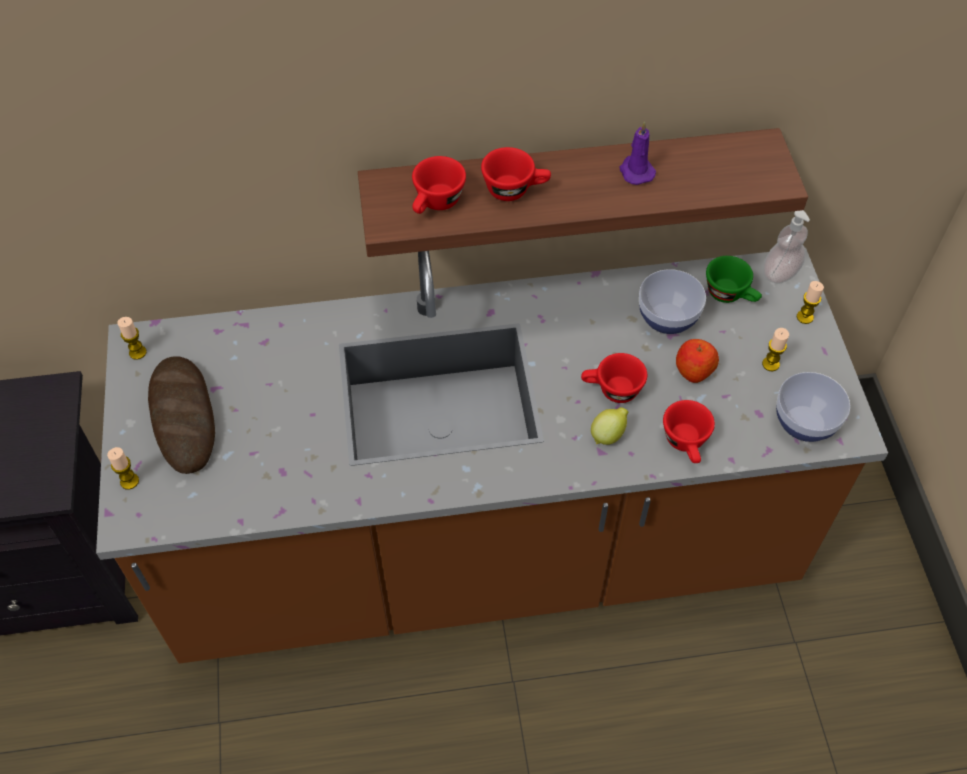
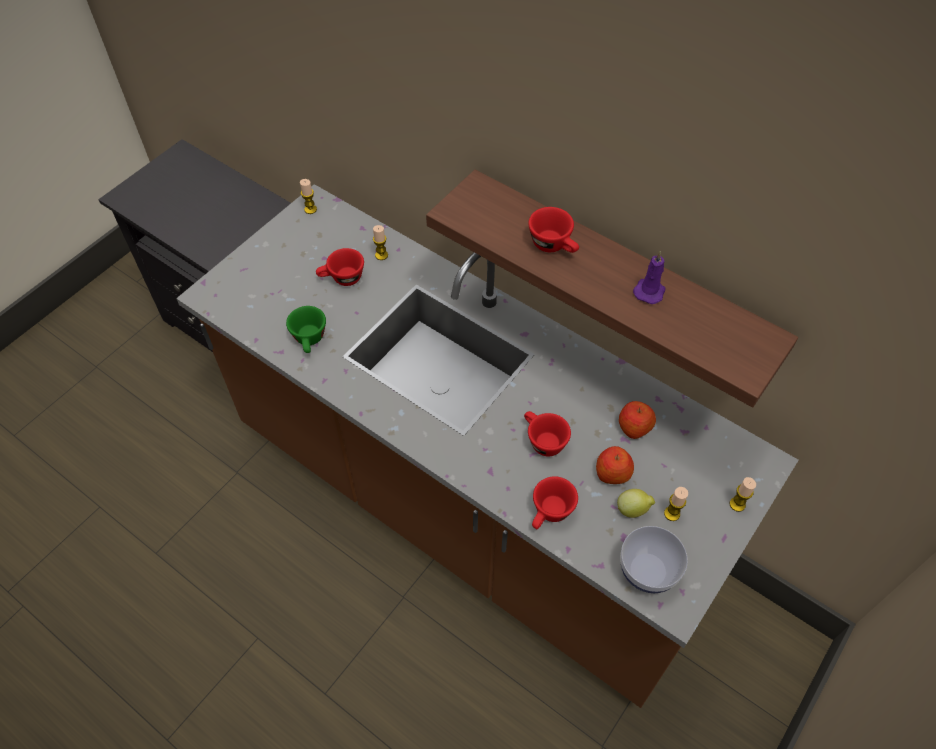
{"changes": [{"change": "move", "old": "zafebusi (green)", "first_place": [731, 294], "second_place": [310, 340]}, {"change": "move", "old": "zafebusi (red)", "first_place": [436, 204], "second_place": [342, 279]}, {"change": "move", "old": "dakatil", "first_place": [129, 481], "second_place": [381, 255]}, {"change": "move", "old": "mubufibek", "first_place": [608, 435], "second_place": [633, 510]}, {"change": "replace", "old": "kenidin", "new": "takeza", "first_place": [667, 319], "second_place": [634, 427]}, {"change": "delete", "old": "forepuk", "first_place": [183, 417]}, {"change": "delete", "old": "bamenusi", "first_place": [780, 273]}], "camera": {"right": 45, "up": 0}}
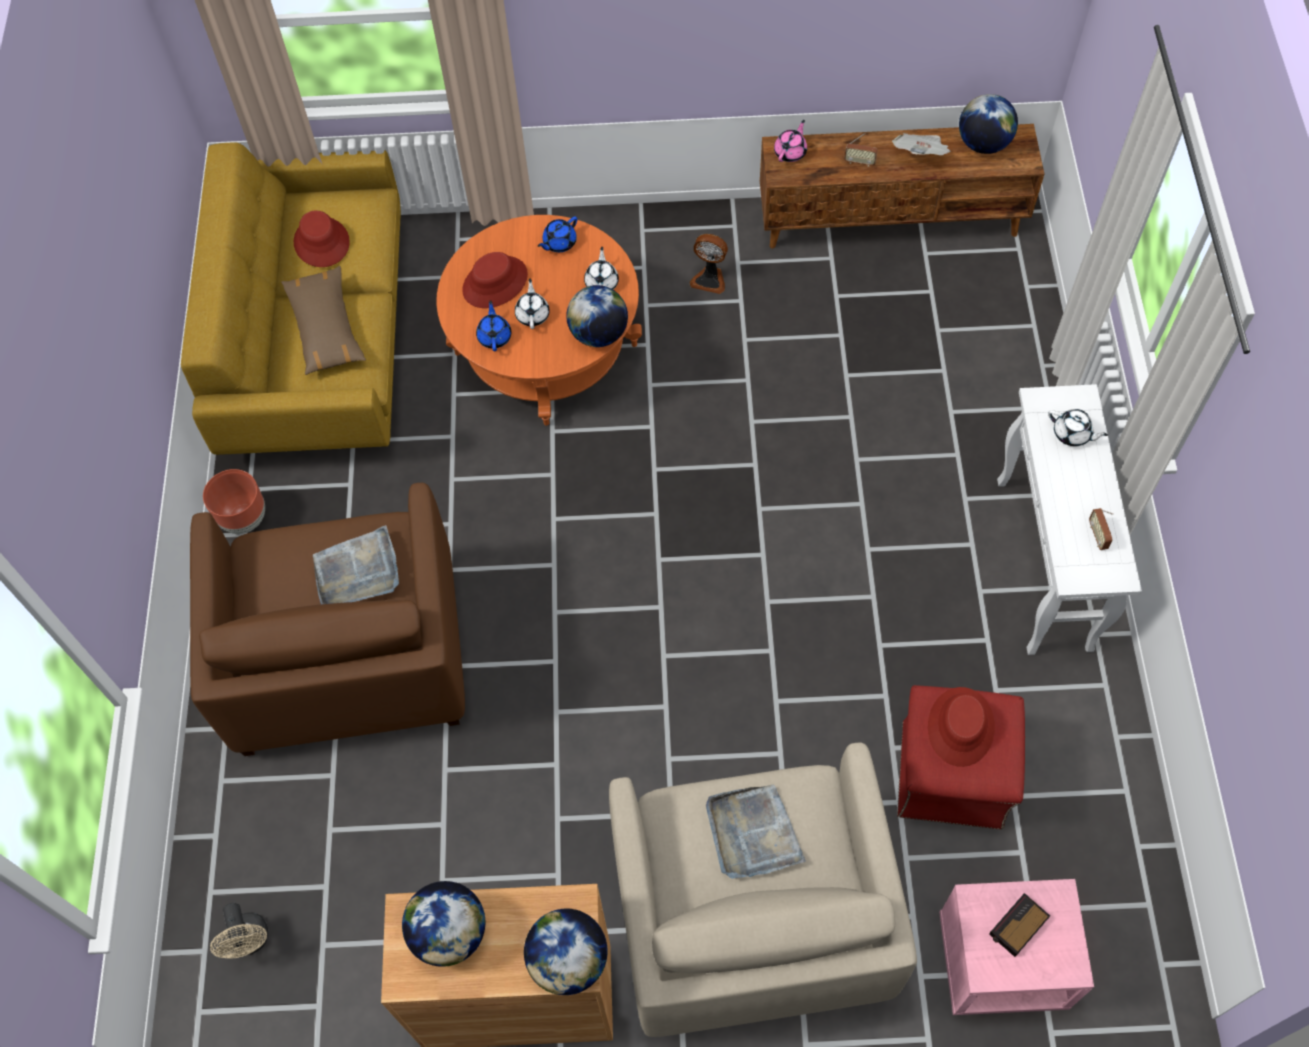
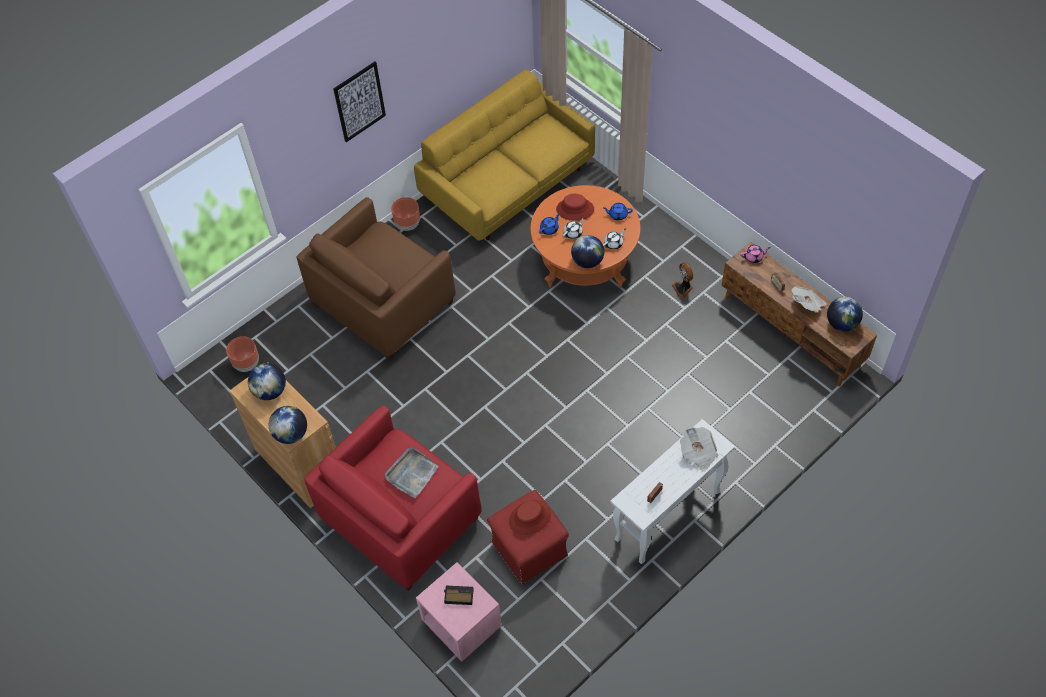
{"changes": [{"change": "replace", "old": "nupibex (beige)", "new": "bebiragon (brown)", "first_place": [250, 941], "second_place": [247, 364]}, {"change": "recolor", "old": "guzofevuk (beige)", "new": "guzofevuk (red)", "first_place": [750, 915], "second_place": [401, 518]}, {"change": "insert", "new": "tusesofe", "second_place": [359, 102]}, {"change": "replace", "old": "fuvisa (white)", "new": "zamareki", "first_place": [1072, 434], "second_place": [698, 454]}, {"change": "delete", "old": "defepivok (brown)", "first_place": [326, 328]}, {"change": "delete", "old": "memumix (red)", "first_place": [321, 242]}, {"change": "delete", "old": "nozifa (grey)", "first_place": [357, 571]}], "camera": {"right": 50, "up": -5}}
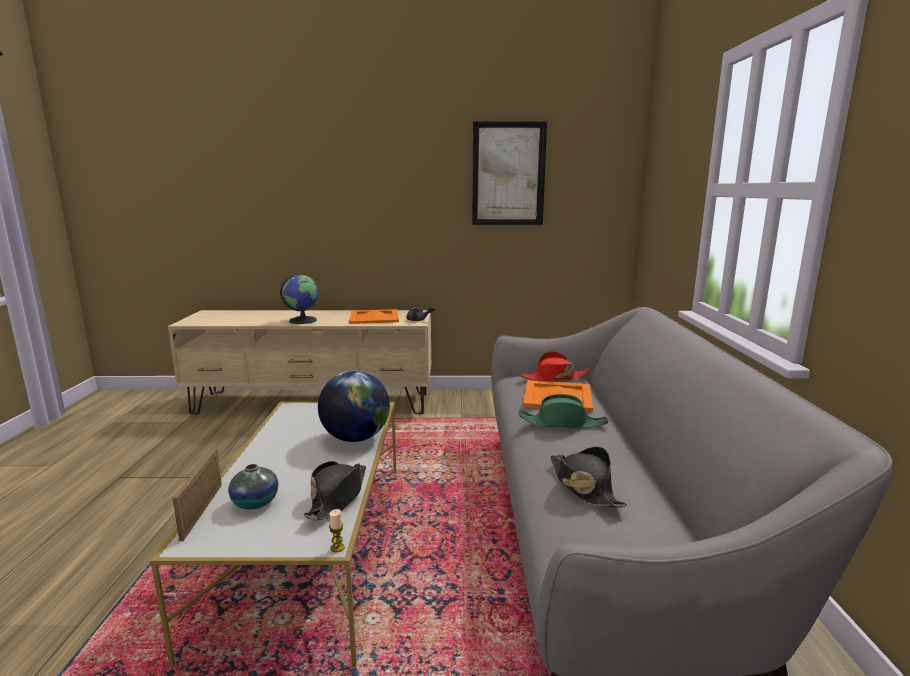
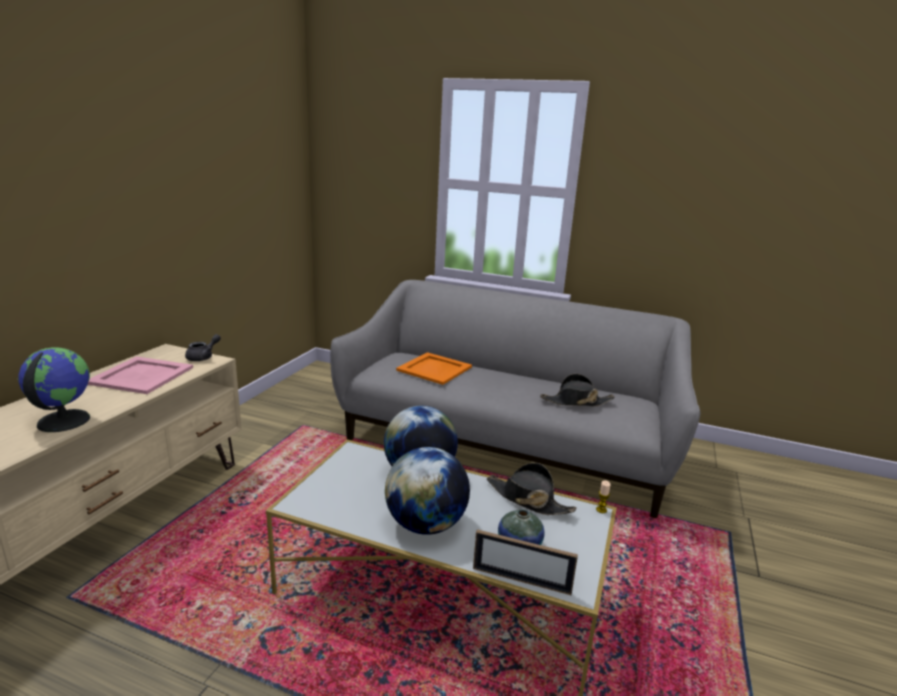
{"changes": [{"change": "recolor", "old": "nozifa (orange)", "new": "nozifa (pink)", "first_place": [374, 317], "second_place": [142, 375]}, {"change": "insert", "new": "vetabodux", "second_place": [425, 525]}, {"change": "delete", "old": "tusesofe", "first_place": [508, 174]}, {"change": "delete", "old": "memumix (green)", "first_place": [562, 423]}, {"change": "delete", "old": "memumix (red)", "first_place": [554, 378]}], "camera": {"right": -70, "up": 5}}
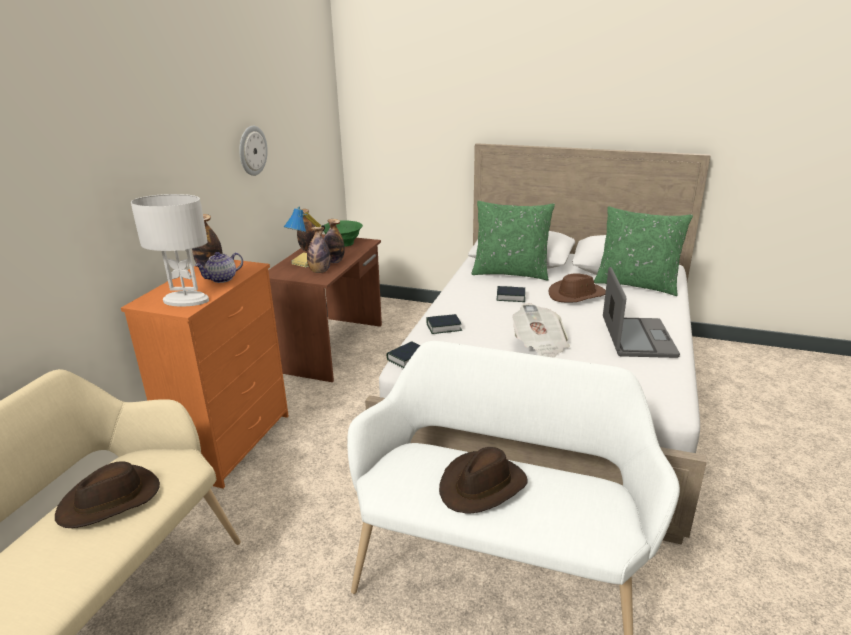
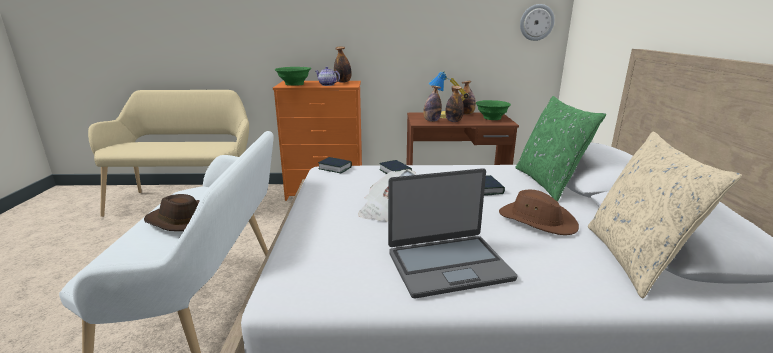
{"changes": [{"change": "replace", "old": "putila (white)", "new": "kenidin (green)", "first_place": [186, 300], "second_place": [294, 85]}, {"change": "move", "old": "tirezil", "first_place": [252, 150], "second_place": [536, 22]}, {"change": "recolor", "old": "defepivok (green)", "new": "defepivok (beige)", "first_place": [636, 284], "second_place": [634, 259]}, {"change": "delete", "old": "memumix (brown)", "first_place": [110, 500]}], "camera": {"right": 70, "up": -5}}
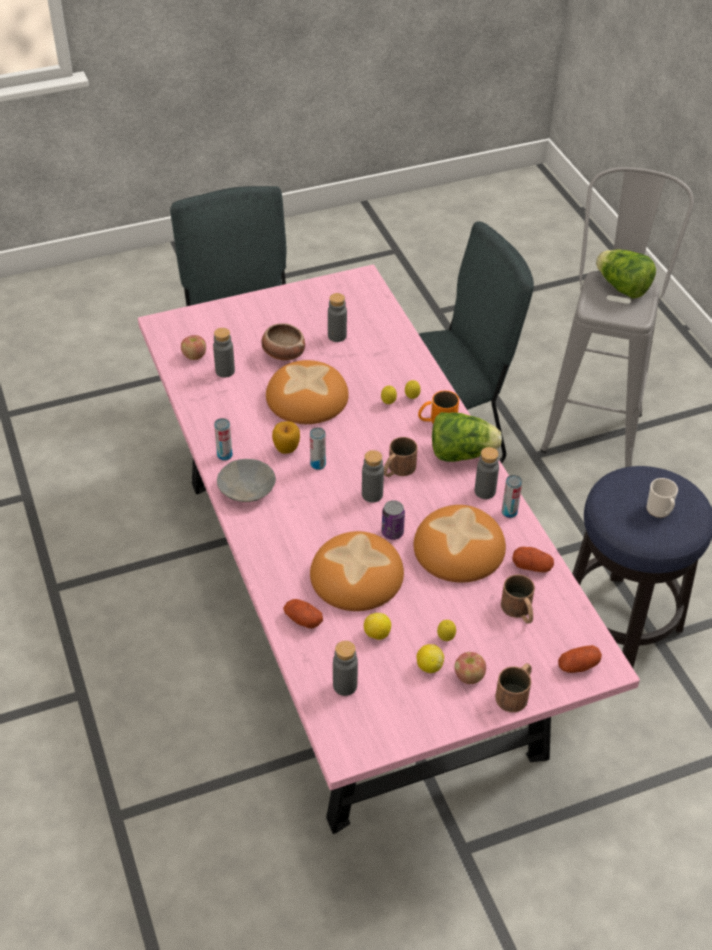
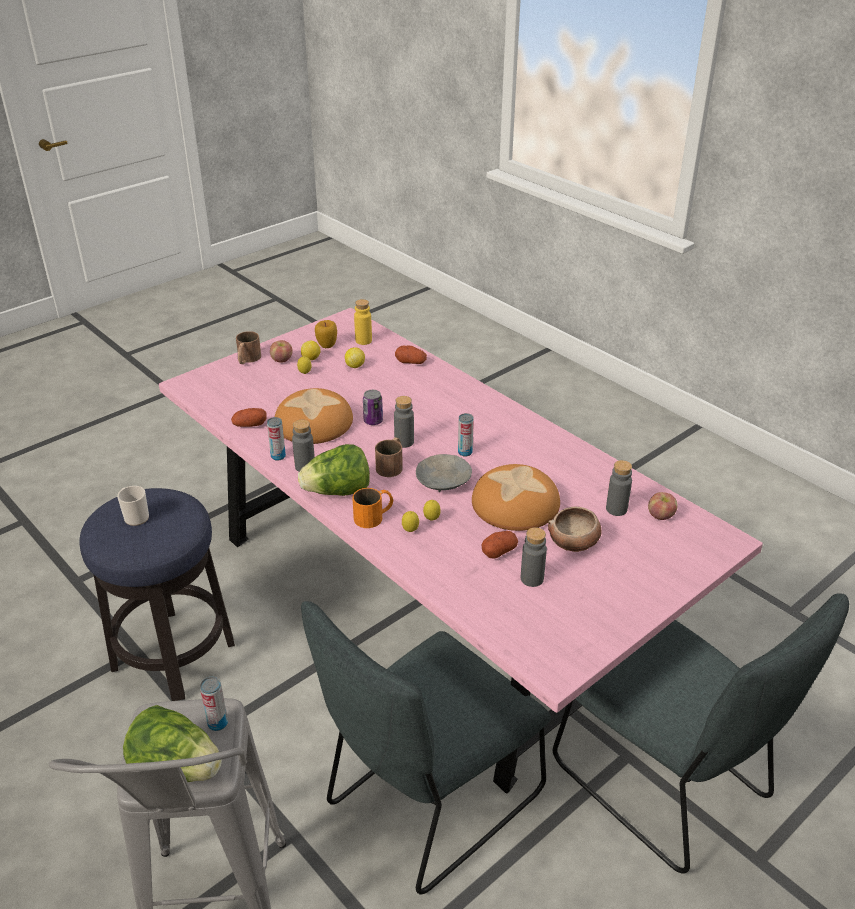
{"changes": [{"change": "move", "old": "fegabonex", "first_place": [224, 455], "second_place": [218, 723]}, {"change": "move", "old": "takeza", "first_place": [286, 449], "second_place": [327, 345]}, {"change": "recolor", "old": "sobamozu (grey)", "new": "sobamozu (yellow)", "first_place": [345, 685], "second_place": [363, 341]}, {"change": "move", "old": "kenidin (grey)", "first_place": [247, 489], "second_place": [443, 481]}, {"change": "move", "old": "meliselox", "first_place": [578, 666], "second_place": [499, 551]}, {"change": "delete", "old": "forepuk", "first_place": [357, 575]}, {"change": "delete", "old": "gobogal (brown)", "first_place": [519, 611]}], "camera": {"right": 160, "up": -10}}
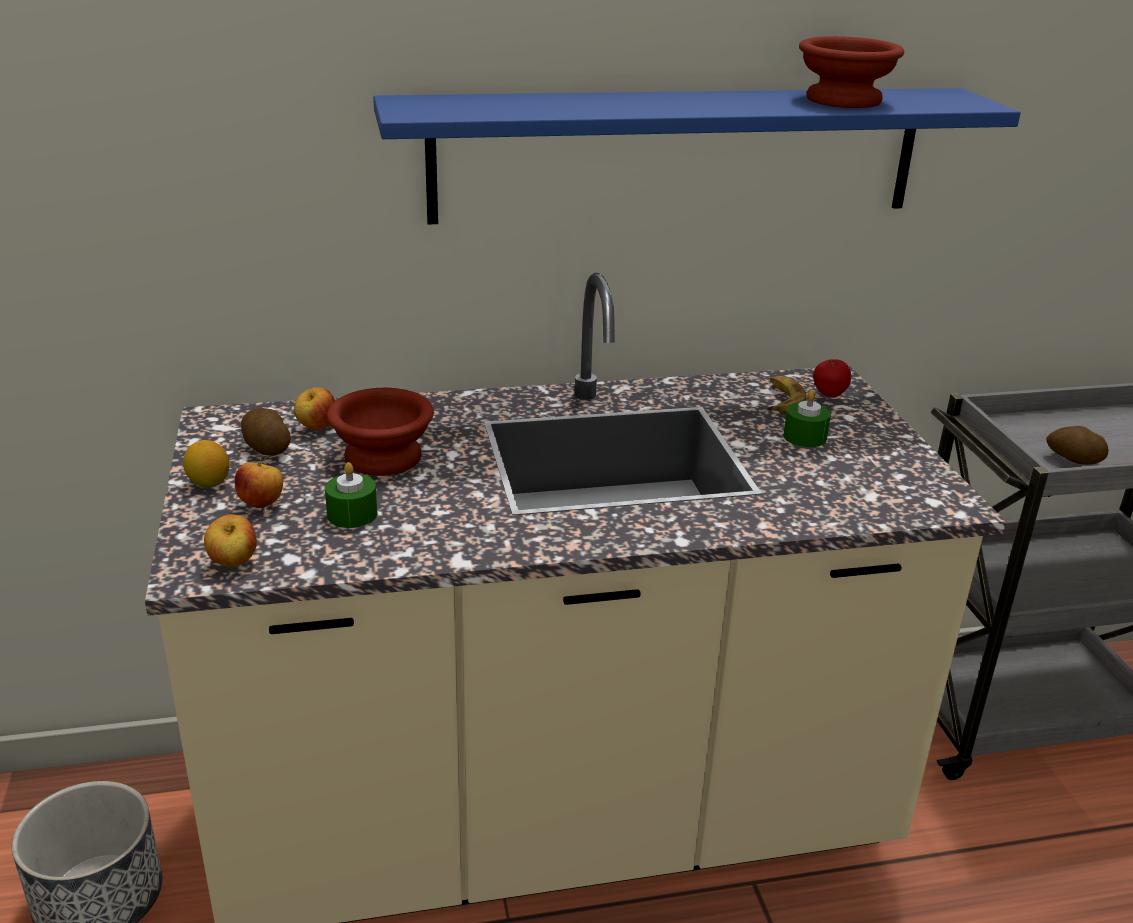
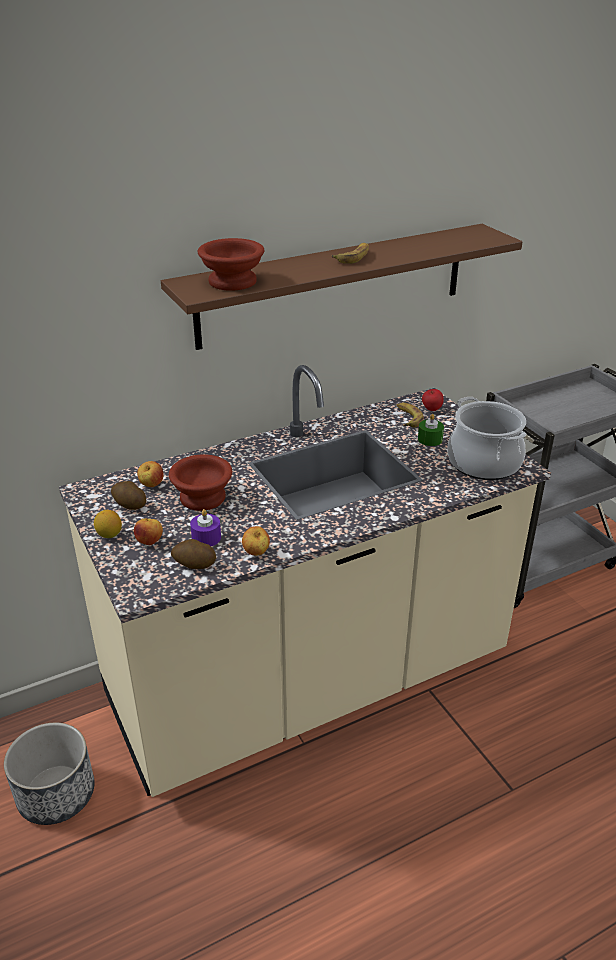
{"changes": [{"change": "recolor", "old": "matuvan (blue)", "new": "matuvan (brown)", "first_place": [678, 154], "second_place": [334, 285]}, {"change": "move", "old": "meliselox", "first_place": [1073, 460], "second_place": [194, 565]}, {"change": "recolor", "old": "dakatil (green)", "new": "dakatil (purple)", "first_place": [352, 514], "second_place": [206, 537]}, {"change": "move", "old": "kenidin (brown)", "first_place": [840, 100], "second_place": [230, 281]}, {"change": "move", "old": "takeza", "first_place": [233, 564], "second_place": [256, 553]}, {"change": "insert", "new": "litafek", "second_place": [353, 257]}, {"change": "insert", "new": "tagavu", "second_place": [484, 463]}], "camera": {"right": -15, "up": 5}}
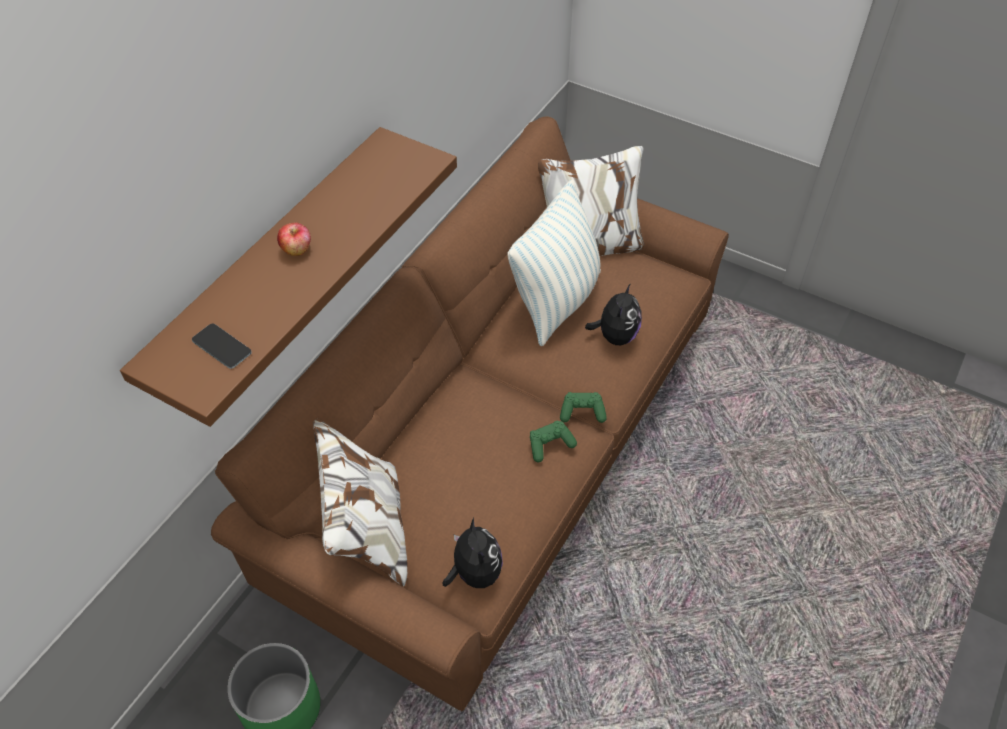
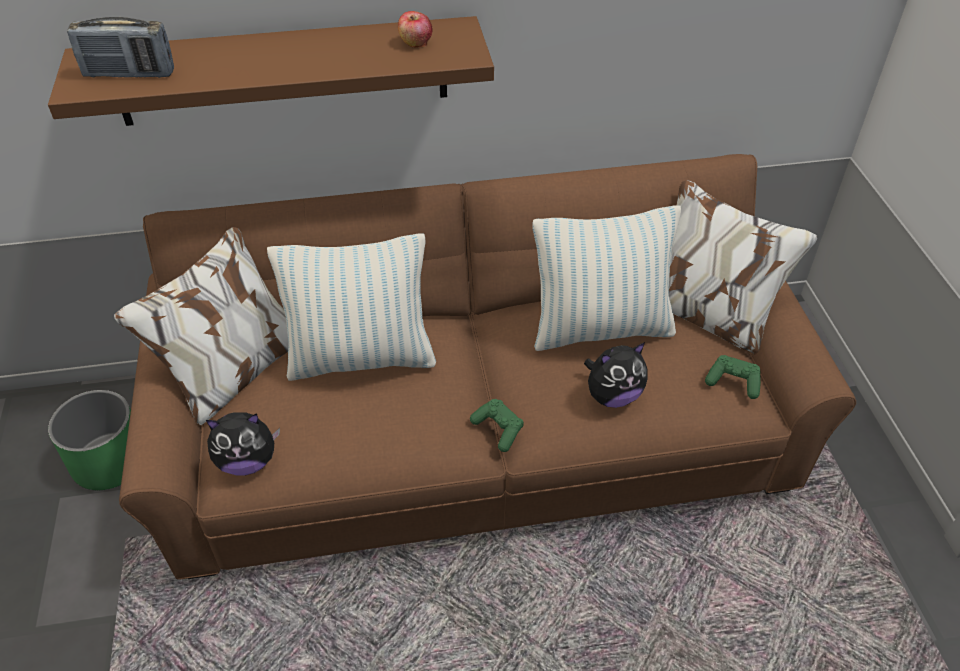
{"changes": [{"change": "replace", "old": "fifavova", "new": "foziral", "first_place": [221, 346], "second_place": [129, 74]}, {"change": "rotate", "old": "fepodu", "first_place": [474, 573], "second_place": [247, 461], "degrees": 45}, {"change": "insert", "new": "defepivok", "second_place": [361, 358]}, {"change": "move", "old": "takeza", "first_place": [296, 249], "second_place": [415, 43]}, {"change": "move", "old": "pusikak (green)", "first_place": [550, 445], "second_place": [733, 382]}], "camera": {"right": 50, "up": -5}}
